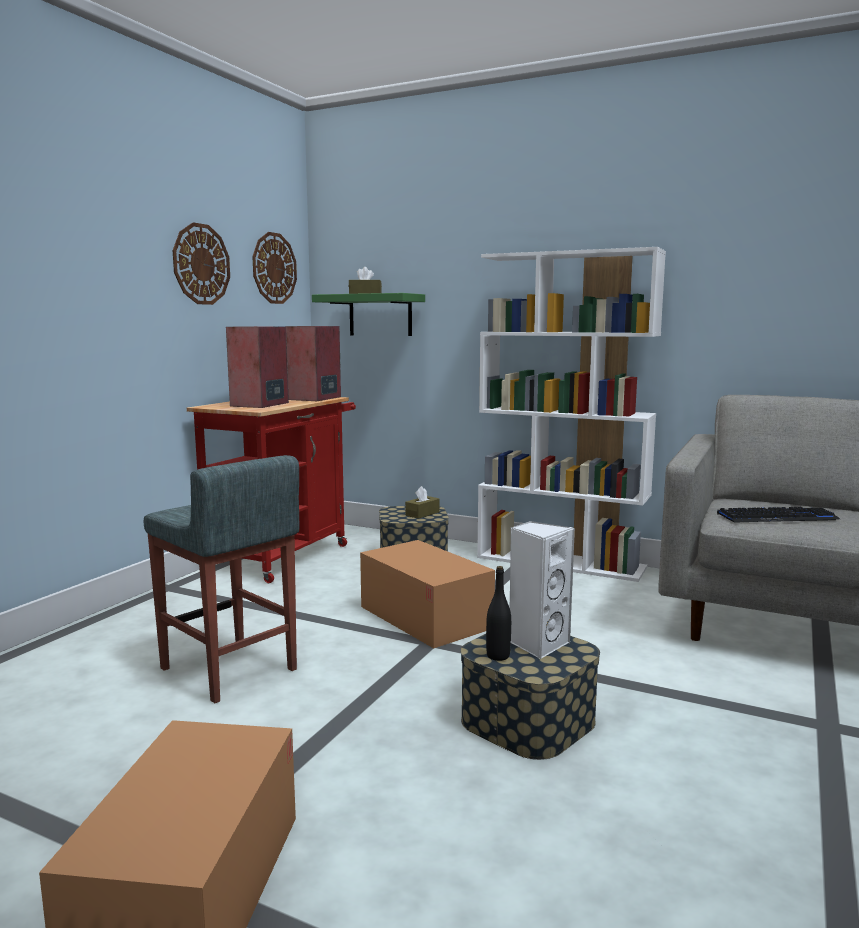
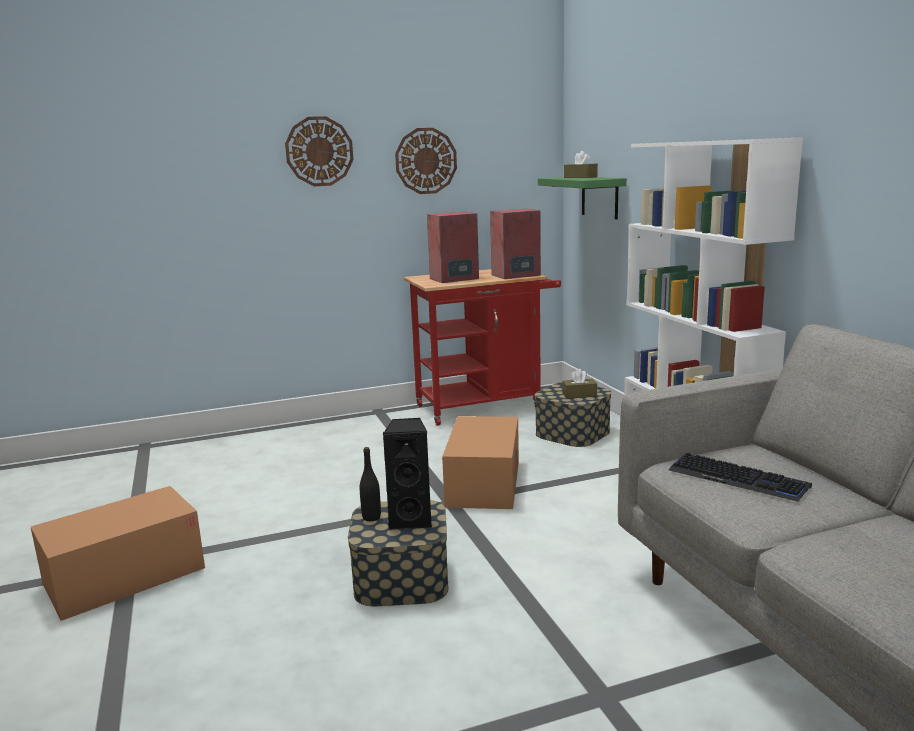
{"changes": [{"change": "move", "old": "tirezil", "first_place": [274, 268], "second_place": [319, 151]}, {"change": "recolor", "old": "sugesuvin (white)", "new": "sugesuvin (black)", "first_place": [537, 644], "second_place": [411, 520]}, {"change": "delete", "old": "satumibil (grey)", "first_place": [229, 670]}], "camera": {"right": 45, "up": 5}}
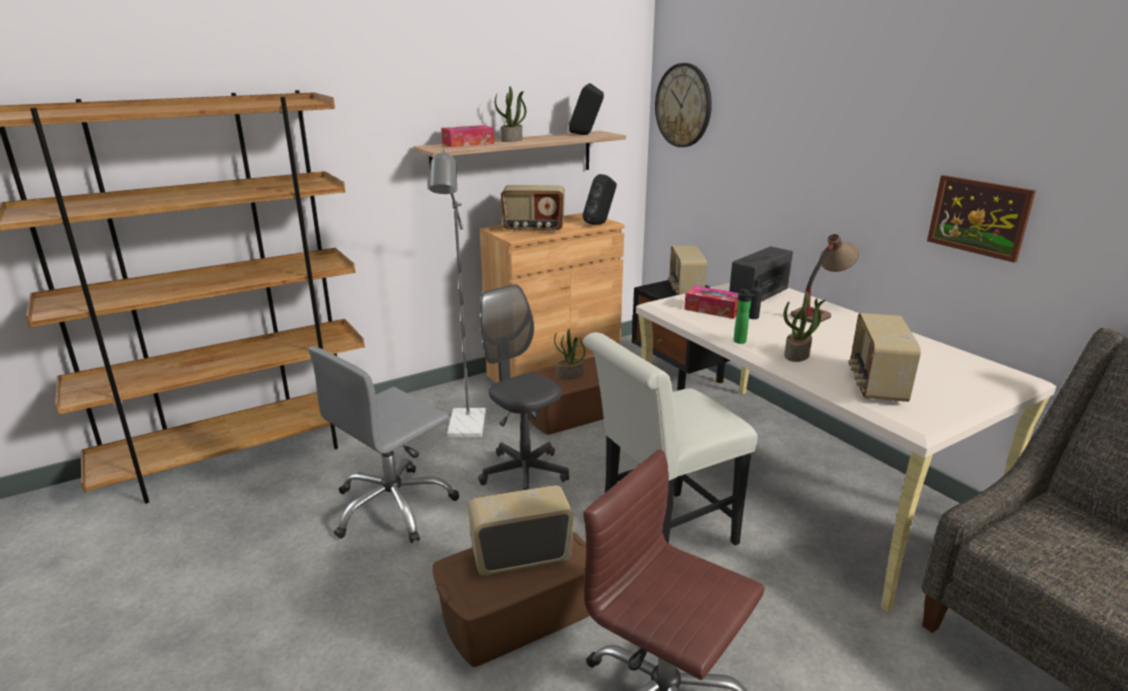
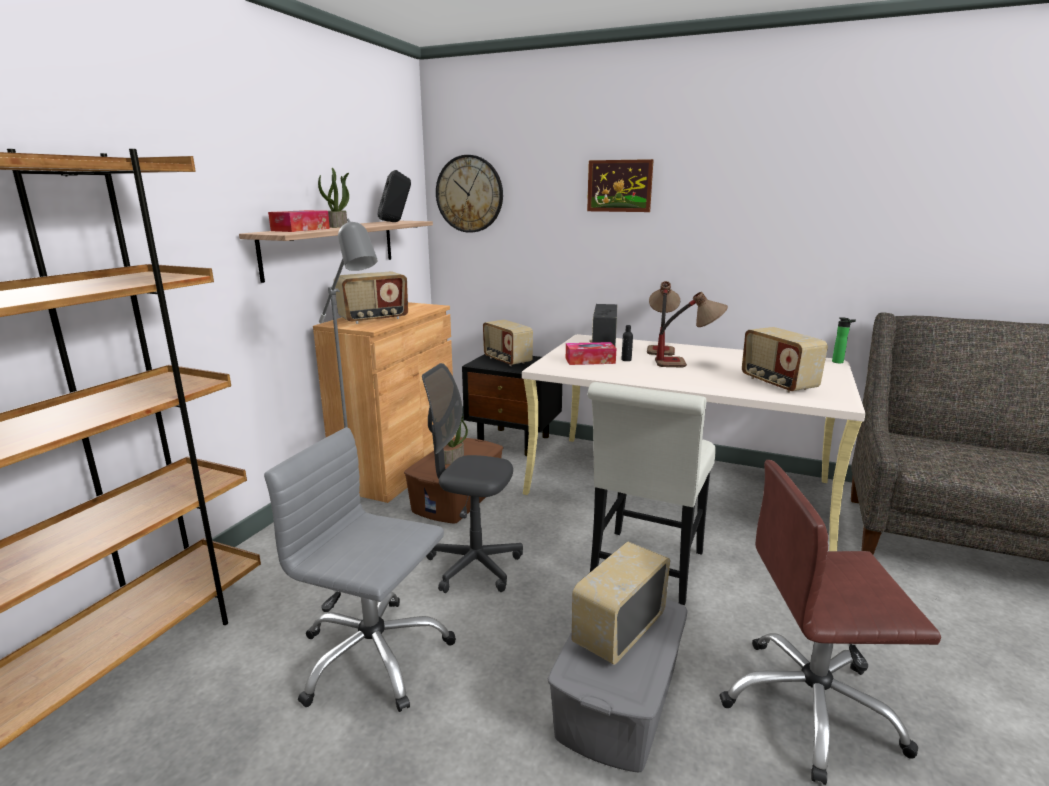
{"changes": [{"change": "rotate", "old": "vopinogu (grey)", "first_place": [393, 507], "second_place": [373, 656], "degrees": 105}, {"change": "recolor", "old": "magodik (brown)", "new": "magodik (grey)", "first_place": [516, 615], "second_place": [617, 698]}, {"change": "move", "old": "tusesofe", "first_place": [978, 217], "second_place": [619, 186]}, {"change": "insert", "new": "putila", "second_place": [687, 363]}, {"change": "move", "old": "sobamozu", "first_place": [741, 342], "second_place": [839, 362]}, {"change": "delete", "old": "sugesuvin (black)", "first_place": [600, 224]}, {"change": "delete", "old": "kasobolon", "first_place": [797, 355]}], "camera": {"right": -35, "up": -5}}
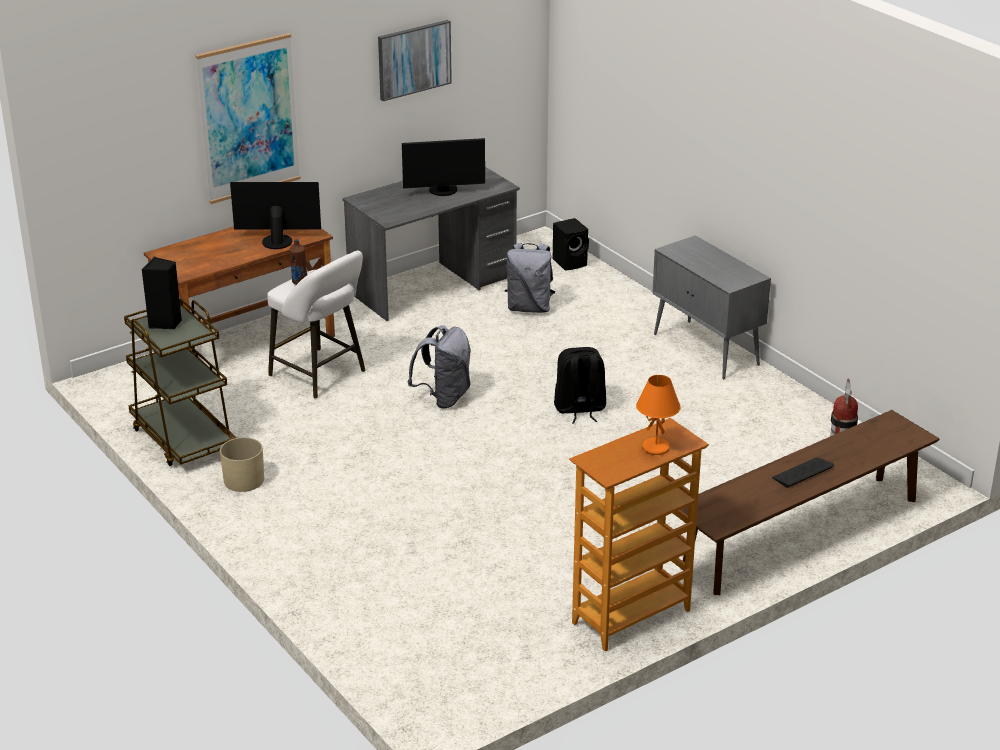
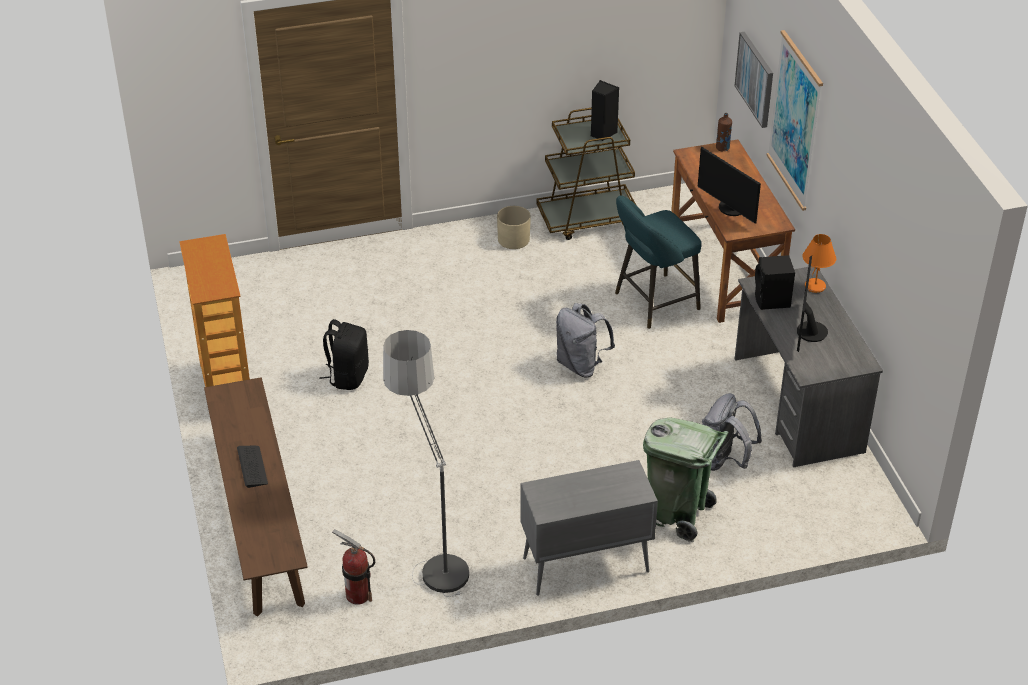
{"changes": [{"change": "move", "old": "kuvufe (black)", "first_place": [579, 409], "second_place": [348, 376]}, {"change": "insert", "new": "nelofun", "second_place": [429, 550]}, {"change": "recolor", "old": "satumibil (white)", "new": "satumibil (turquoise)", "first_place": [321, 375], "second_place": [653, 303]}, {"change": "insert", "new": "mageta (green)", "second_place": [678, 514]}, {"change": "rotate", "old": "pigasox", "first_place": [277, 240], "second_place": [730, 209], "degrees": 120}, {"change": "move", "old": "sobamozu (brown)", "first_place": [299, 282], "second_place": [722, 148]}, {"change": "move", "old": "tusesofe", "first_place": [414, 59], "second_place": [755, 79]}, {"change": "move", "old": "sugesuvin (black)", "first_place": [571, 262], "second_place": [772, 301]}, {"change": "move", "old": "putila (orange)", "first_place": [656, 448], "second_place": [815, 287]}], "camera": {"right": 110, "up": 10}}
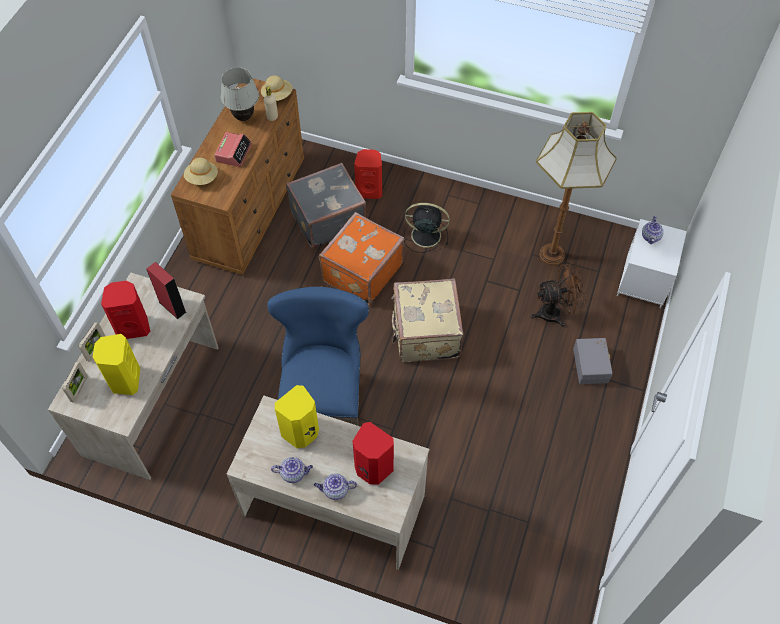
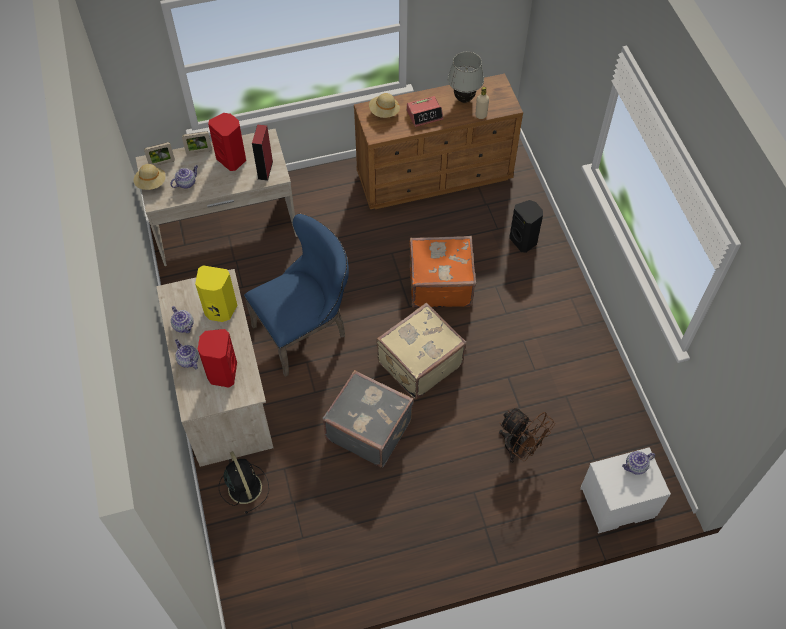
{"changes": [{"change": "move", "old": "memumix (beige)", "first_place": [277, 95], "second_place": [151, 183]}, {"change": "replace", "old": "sugesuvin (yellow)", "new": "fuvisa", "first_place": [125, 380], "second_place": [186, 183]}, {"change": "move", "old": "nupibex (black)", "first_place": [424, 235], "second_place": [244, 486]}, {"change": "move", "old": "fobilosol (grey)", "first_place": [326, 219], "second_place": [369, 428]}, {"change": "recolor", "old": "sugesuvin (red)", "new": "sugesuvin (black)", "first_place": [369, 190], "second_place": [524, 241]}, {"change": "delete", "old": "nelofun", "first_place": [552, 254]}, {"change": "delete", "old": "magodik (grey)", "first_place": [591, 365]}], "camera": {"right": 55, "up": 0}}
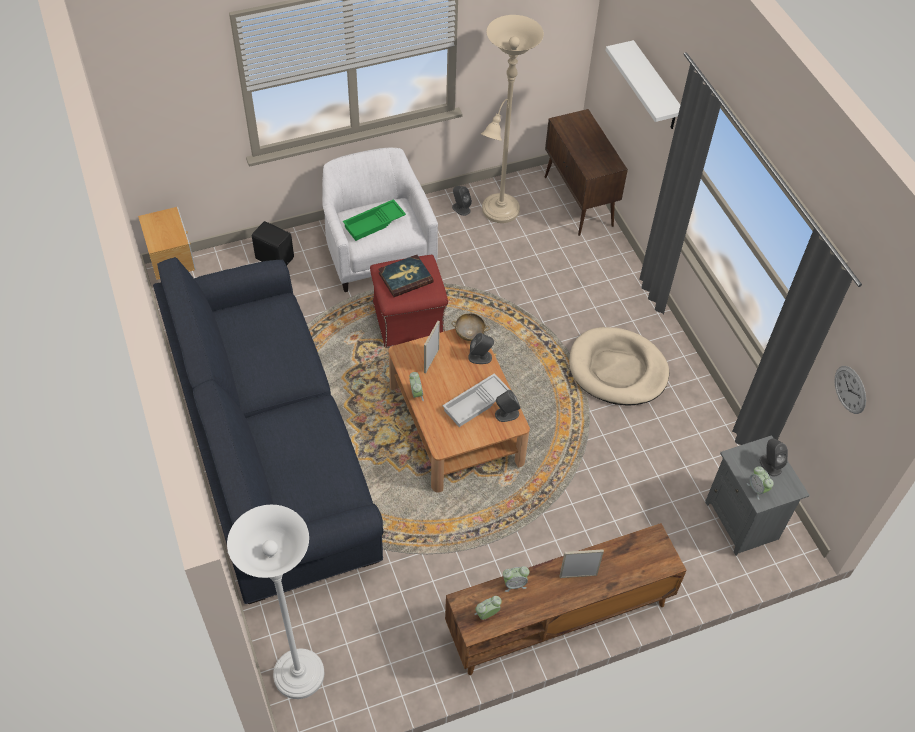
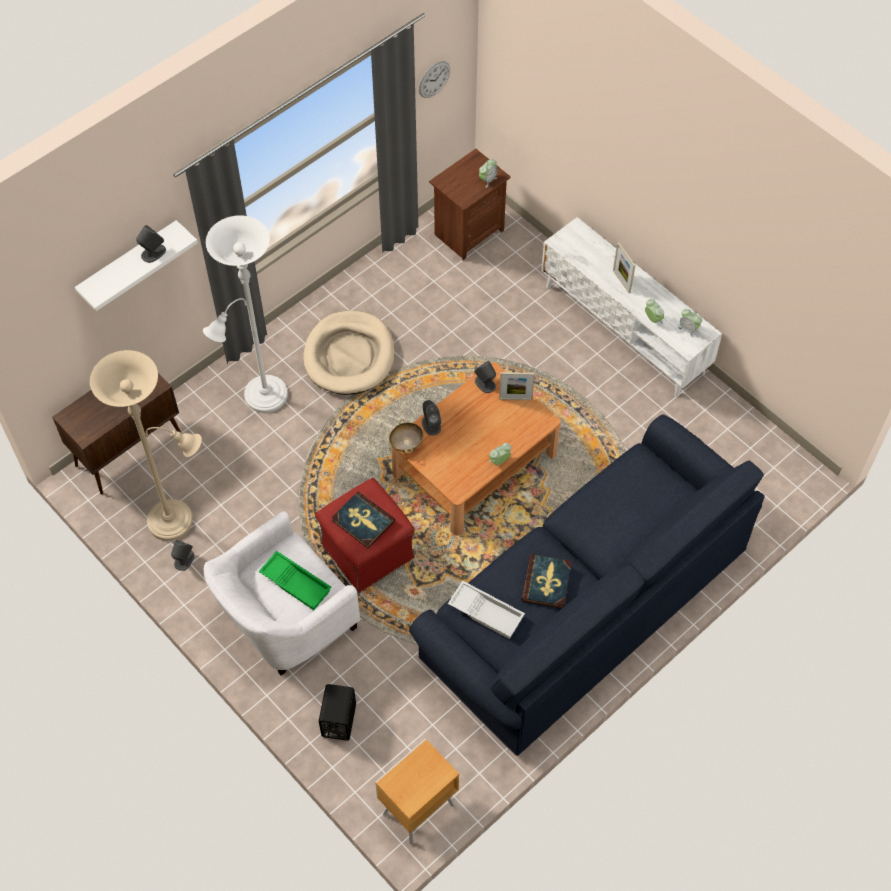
{"changes": [{"change": "move", "old": "sugesuvin (grey)", "first_place": [770, 465], "second_place": [153, 253]}, {"change": "move", "old": "nelofun (white)", "first_place": [296, 668], "second_place": [261, 398]}, {"change": "recolor", "old": "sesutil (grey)", "new": "sesutil (brown)", "first_place": [743, 520], "second_place": [468, 232]}, {"change": "move", "old": "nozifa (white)", "first_place": [476, 404], "second_place": [487, 612]}, {"change": "move", "old": "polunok", "first_place": [431, 360], "second_place": [515, 399]}, {"change": "insert", "new": "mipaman", "second_place": [547, 583]}, {"change": "recolor", "old": "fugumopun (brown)", "new": "fugumopun (white)", "first_place": [558, 619], "second_place": [625, 329]}], "camera": {"right": -110, "up": 5}}
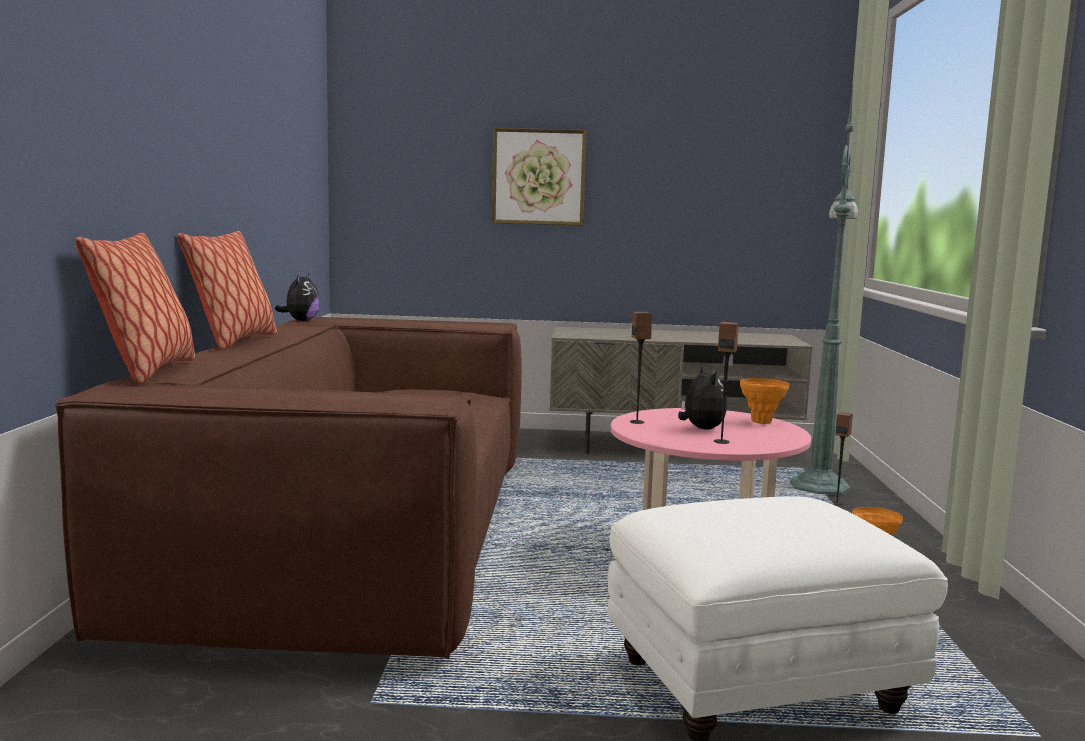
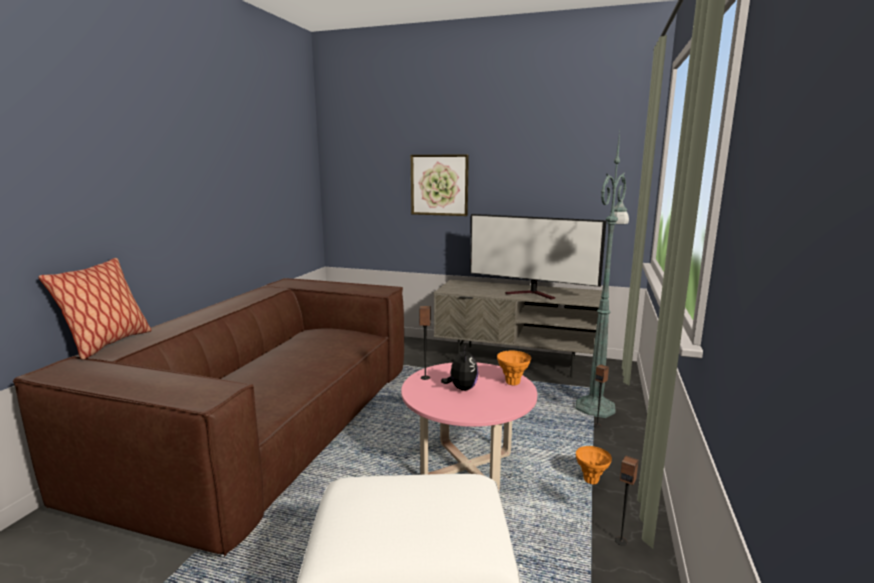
{"changes": [{"change": "insert", "new": "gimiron", "second_place": [533, 294]}, {"change": "move", "old": "sugesuvin", "first_place": [721, 441], "second_place": [621, 541]}, {"change": "delete", "old": "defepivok", "first_place": [234, 341]}, {"change": "delete", "old": "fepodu", "first_place": [301, 321]}], "camera": {"right": 15, "up": 5}}
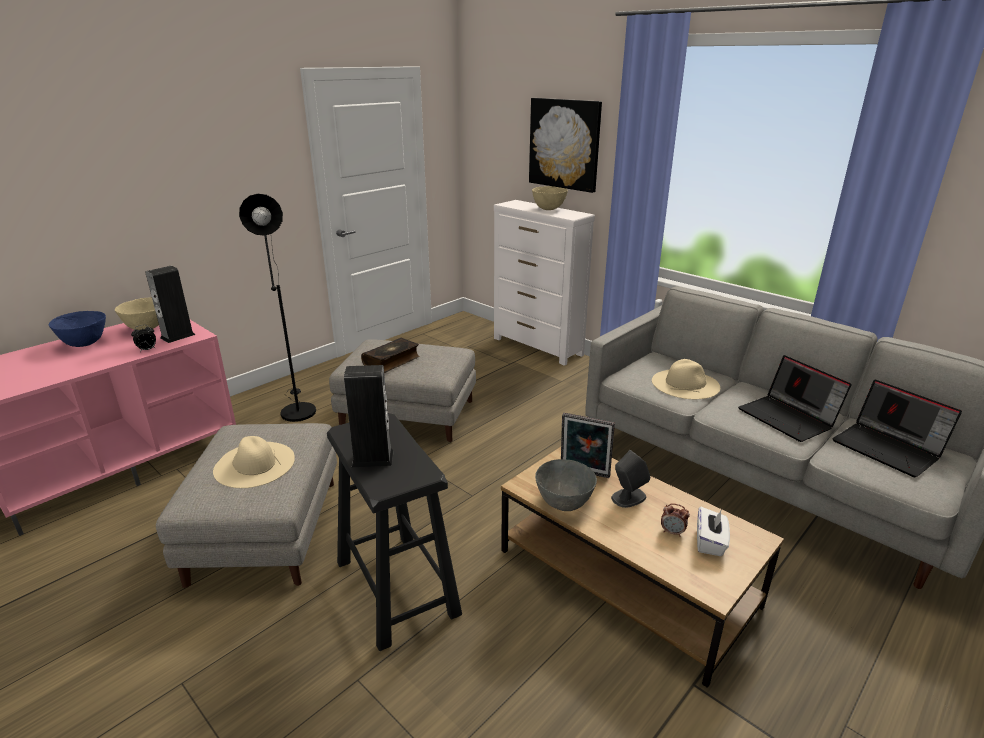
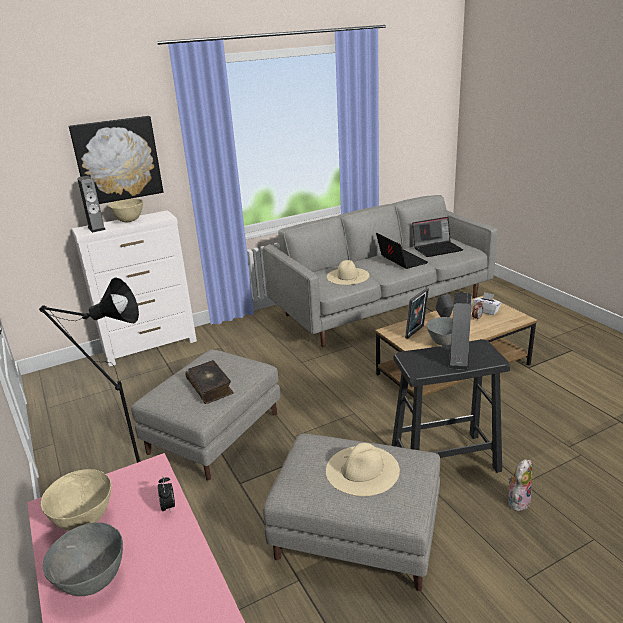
{"changes": [{"change": "recolor", "old": "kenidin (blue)", "new": "kenidin (grey)", "first_place": [84, 344], "second_place": [93, 581]}, {"change": "move", "old": "sugesuvin", "first_place": [177, 336], "second_place": [96, 228]}, {"change": "rotate", "old": "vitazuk", "first_place": [789, 418], "second_place": [400, 260], "degrees": -105}, {"change": "insert", "new": "fepodu", "second_place": [517, 500]}], "camera": {"right": -70, "up": 0}}
